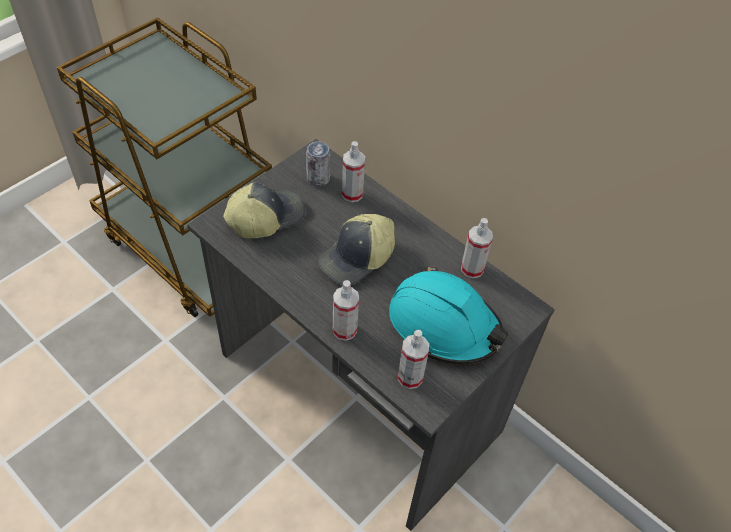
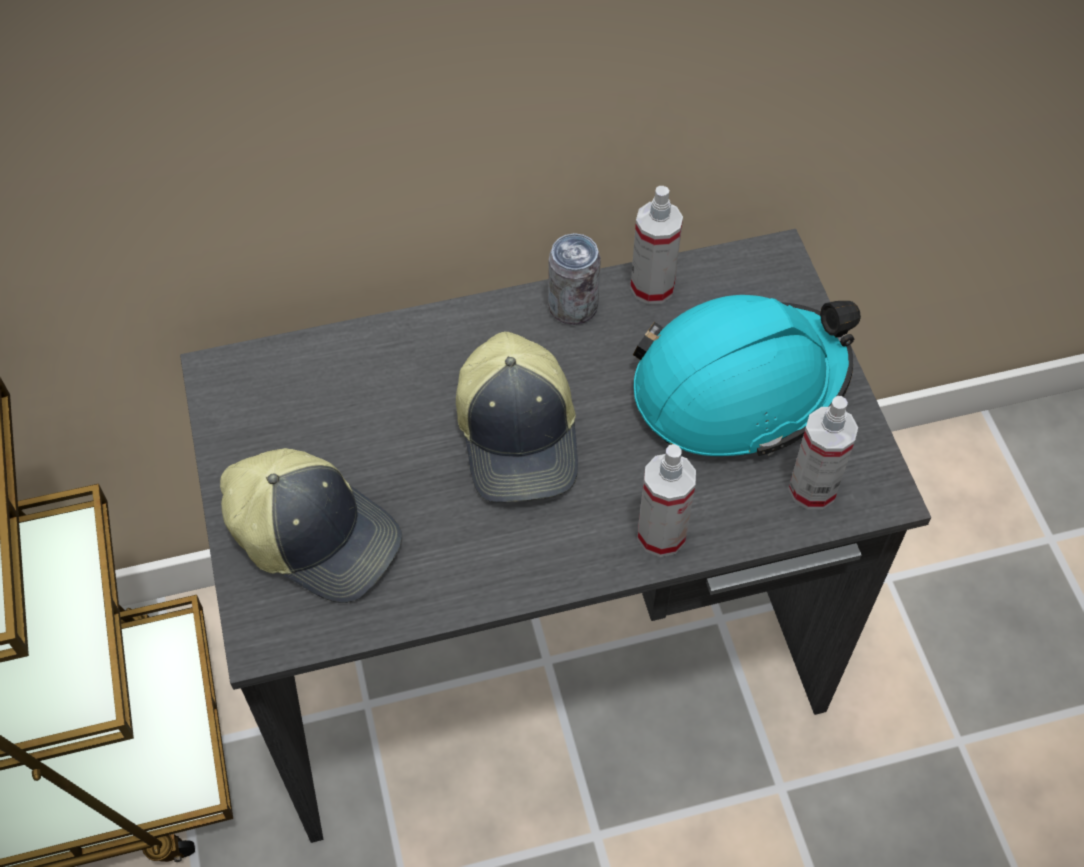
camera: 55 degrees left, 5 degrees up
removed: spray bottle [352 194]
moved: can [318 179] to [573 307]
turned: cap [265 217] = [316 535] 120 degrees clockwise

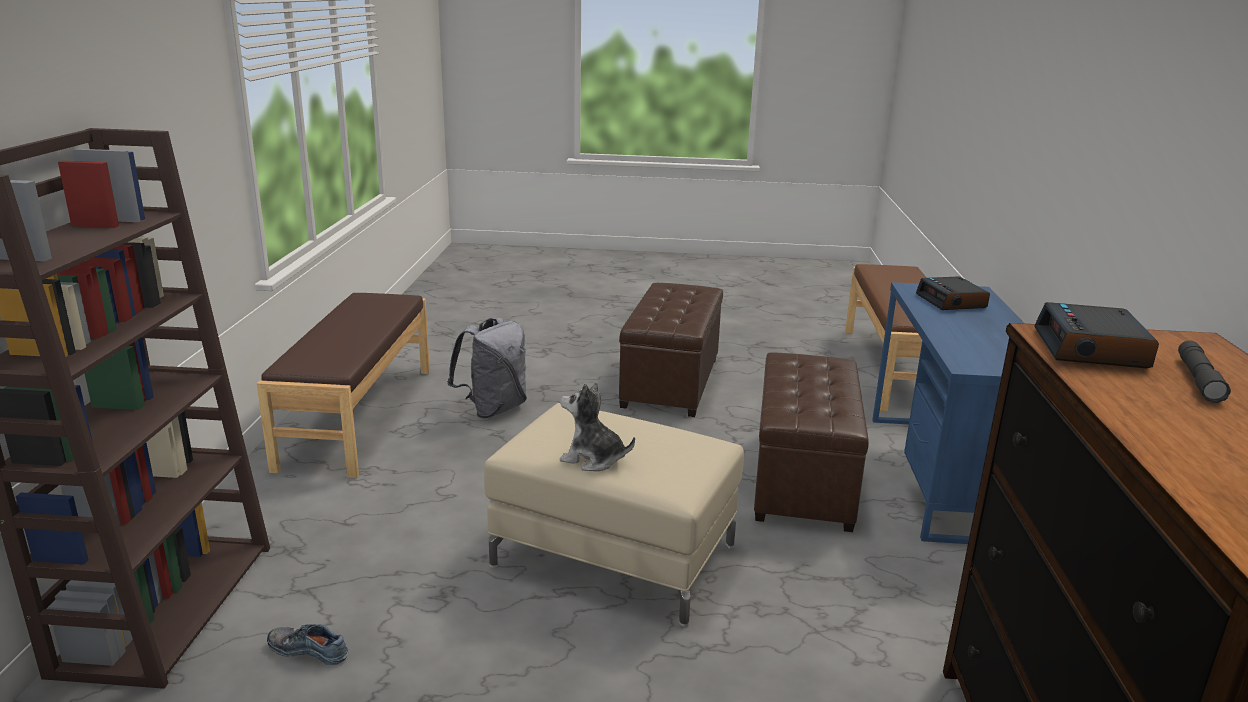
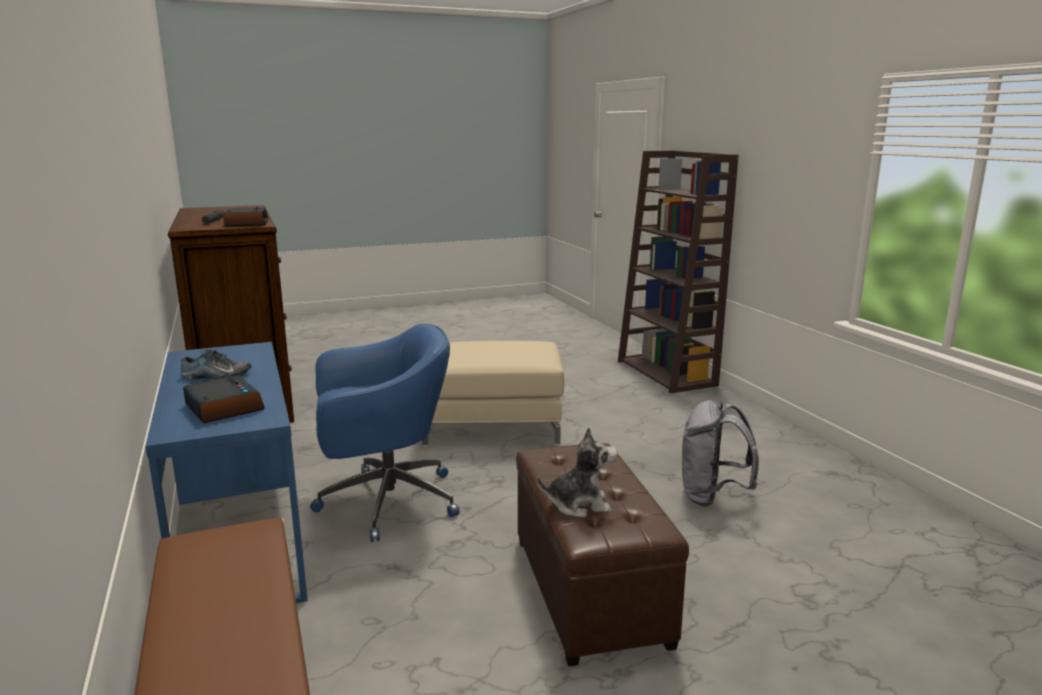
camera: 155 degrees right, 5 degrees down
removed: bench/brown [357 416]
moved: plush toy [593 459] to [579 504]; shoe [310 649] to [216 376]
replaced: ottoman/brown [801 479] to office chair/blue [385 502]

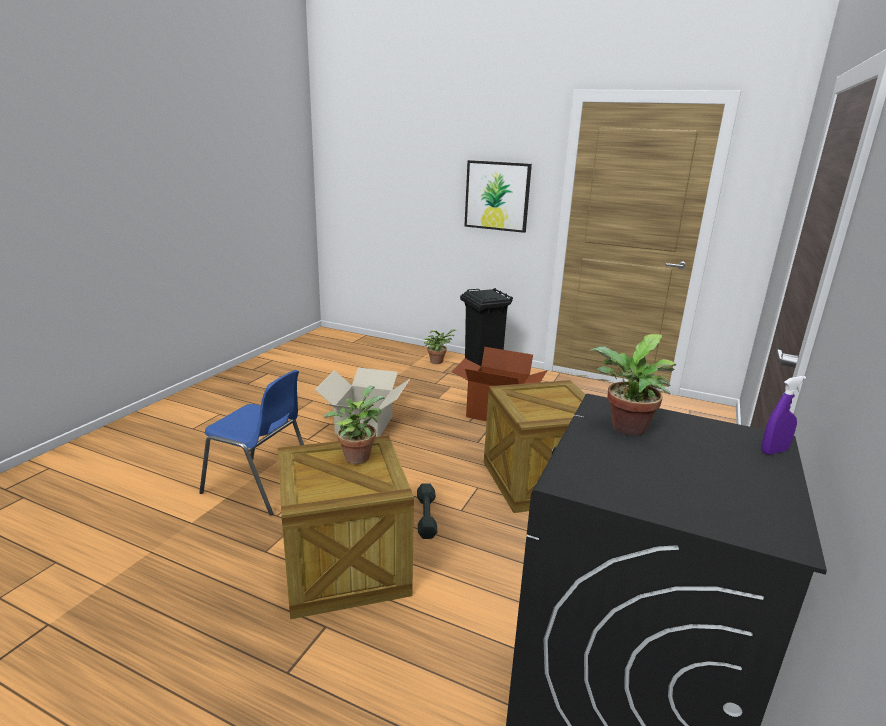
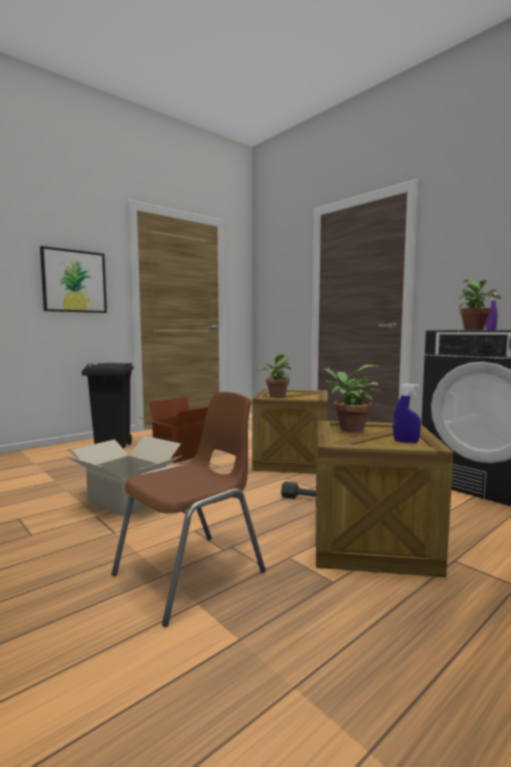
camera: 65 degrees left, 15 degrees down
added: spray bottle/blue [405 442]
moved: potted plant [437 361] to [276 396]
recoloured: chair/blue [260 486] to chair/brown [192 573]

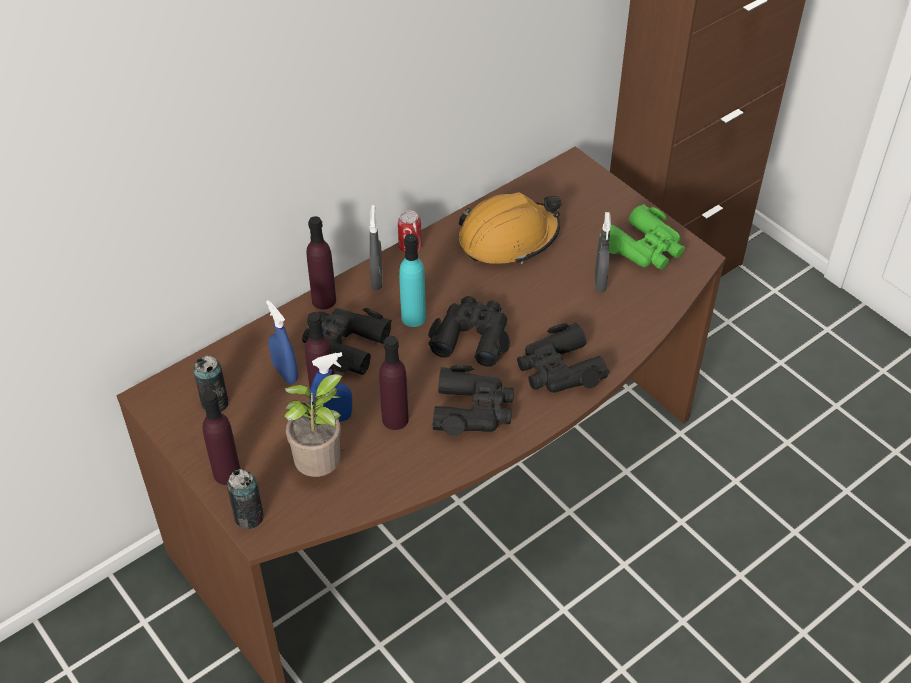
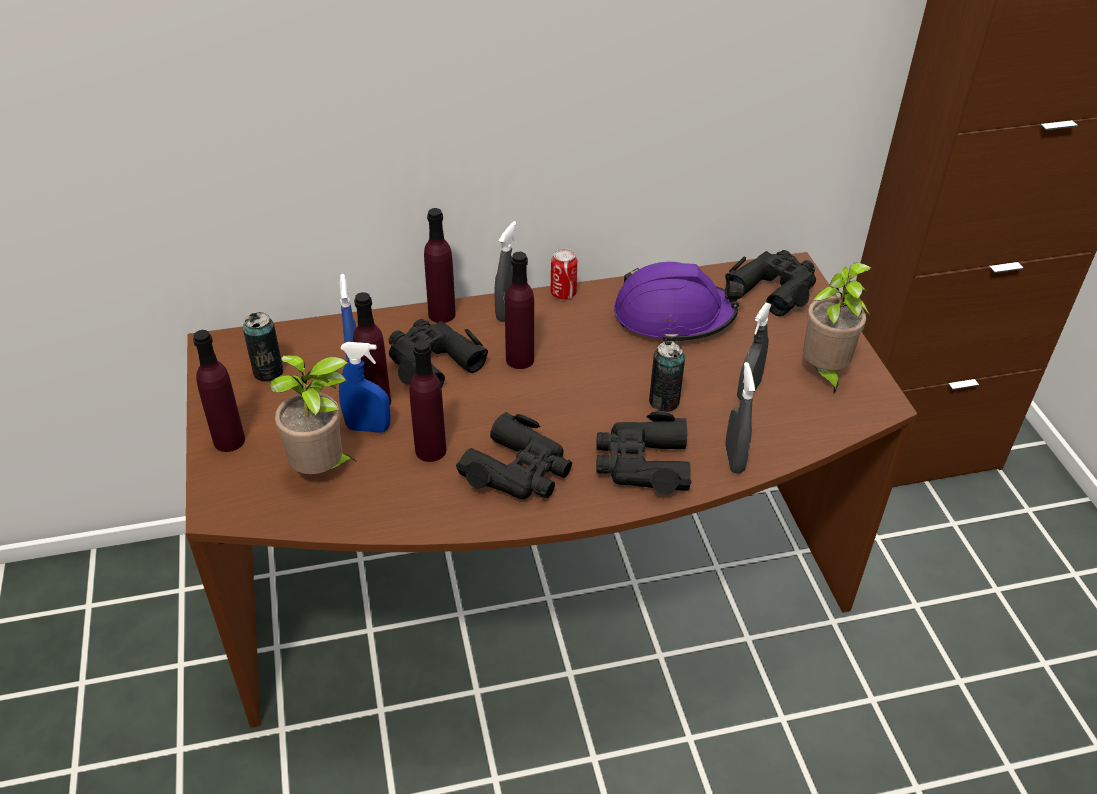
camera: 25 degrees right, 5 degrees down
added: spray bottle/grey [734 459]
moved: binoculars/black [472 336] to [774 288]; can [249 517] to [664 402]
replaced: binoculars/green [645 248] to potted plant [823 373]
recoloured: hard hat/orange [508 238] to hard hat/purple [673 316]; bottle/turquoise [413 318] to bottle/purple [520 359]

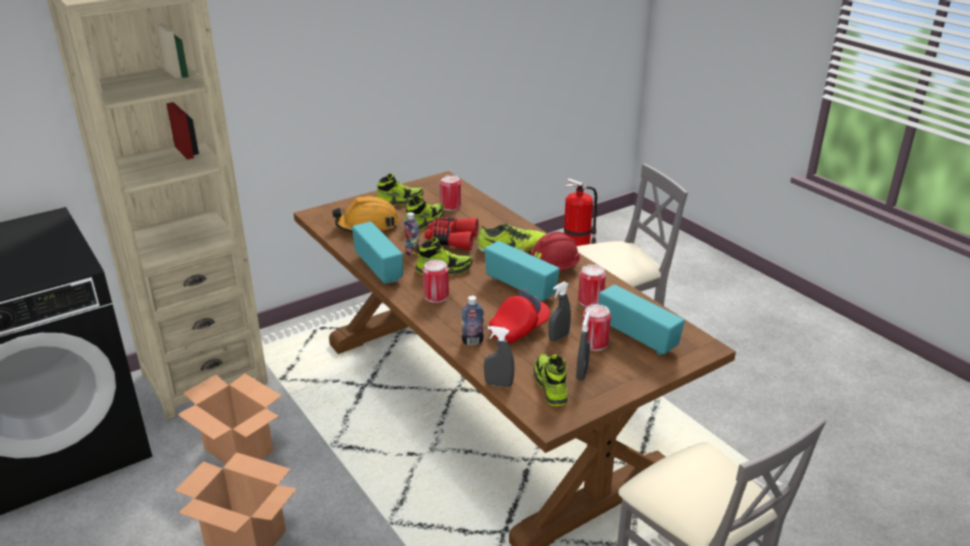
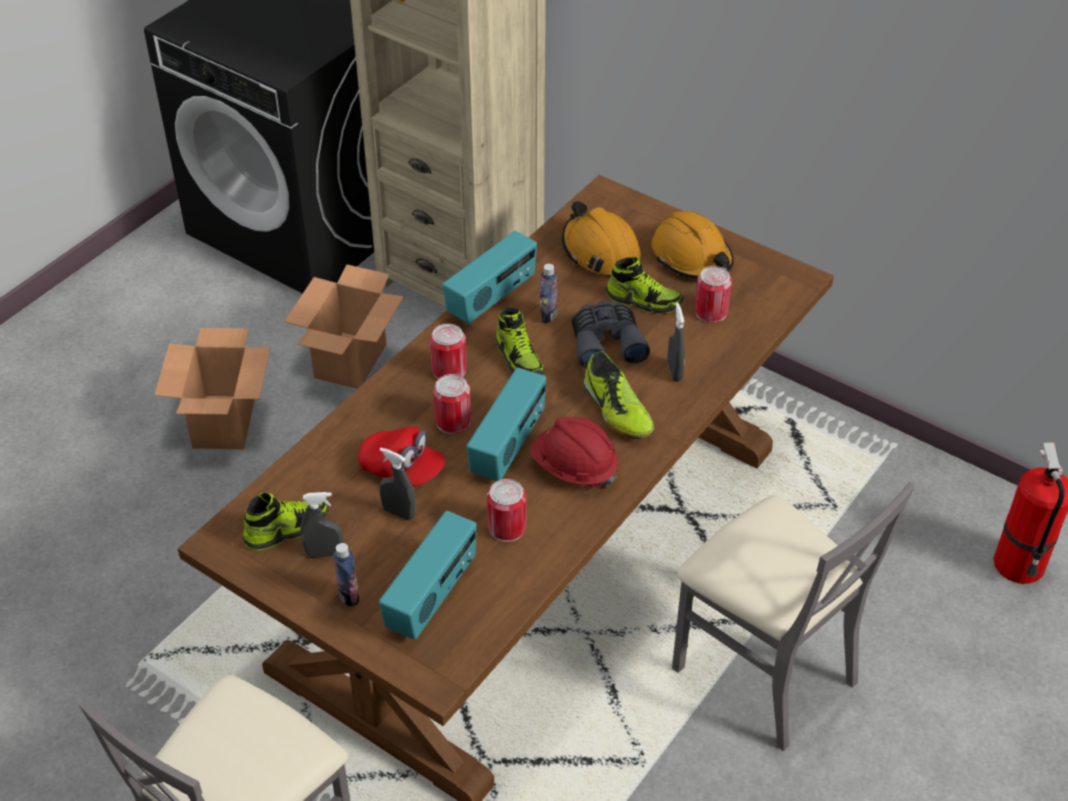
camera: 70 degrees right, 15 degrees up
moved: bottle [472 341] to [348 596]; can [594 343] to [453 421]; spray bottle/grey [498 384] to [674 372]
replaced: shoe [399 201] to hard hat/orange [692 257]
recoloured: binoculars/red [451 240] to binoculars/grey [606 342]

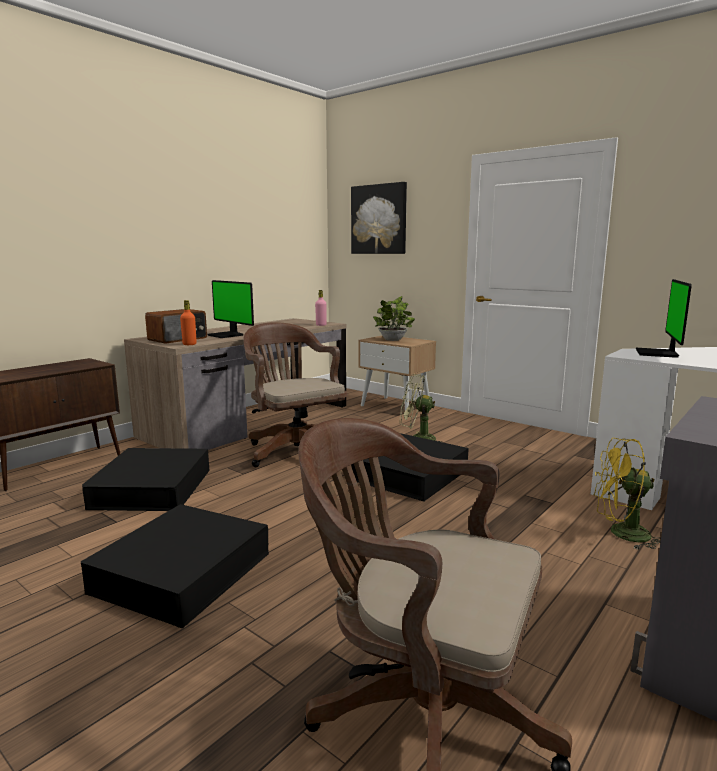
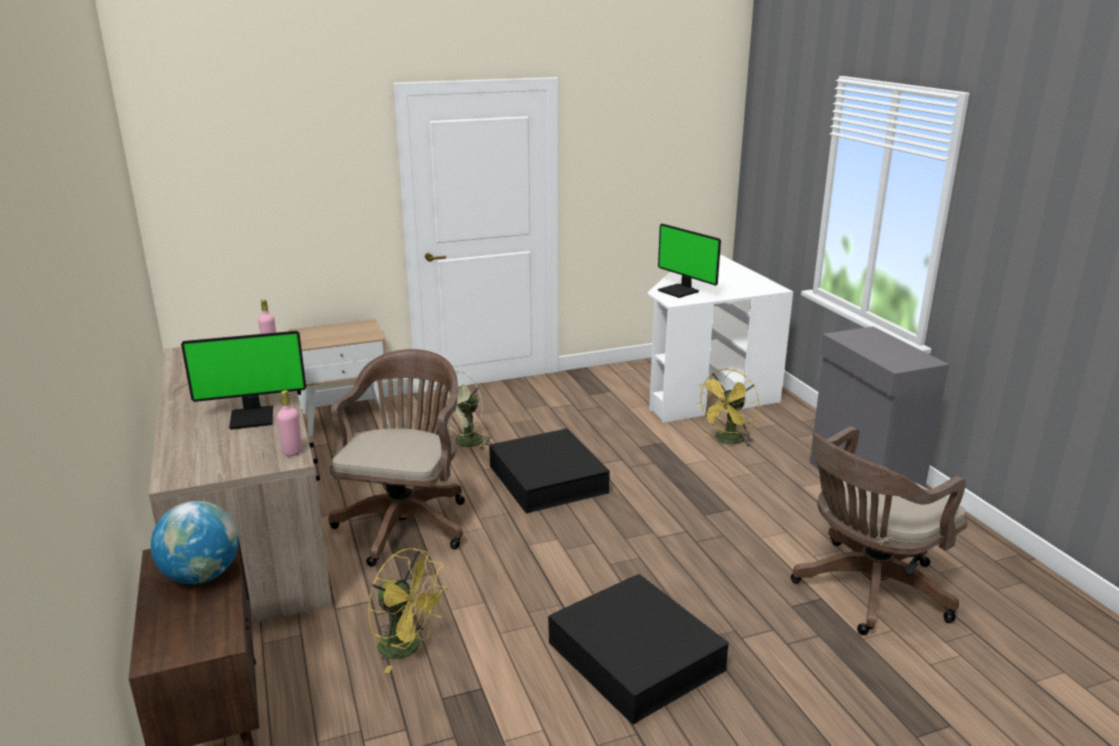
camera: 60 degrees left, 10 degrees up
removed: picture [379 219]; potted plant [393 340]; radio [178 339]
added: globe [202 575]
replaced: storage box/black [152 488] to fan/yellow [408 648]
recoloured: bottle/orange [189 344] to bottle/pink [292 452]
turned: office chair/brown [295 450] = [406 522] 105 degrees clockwise

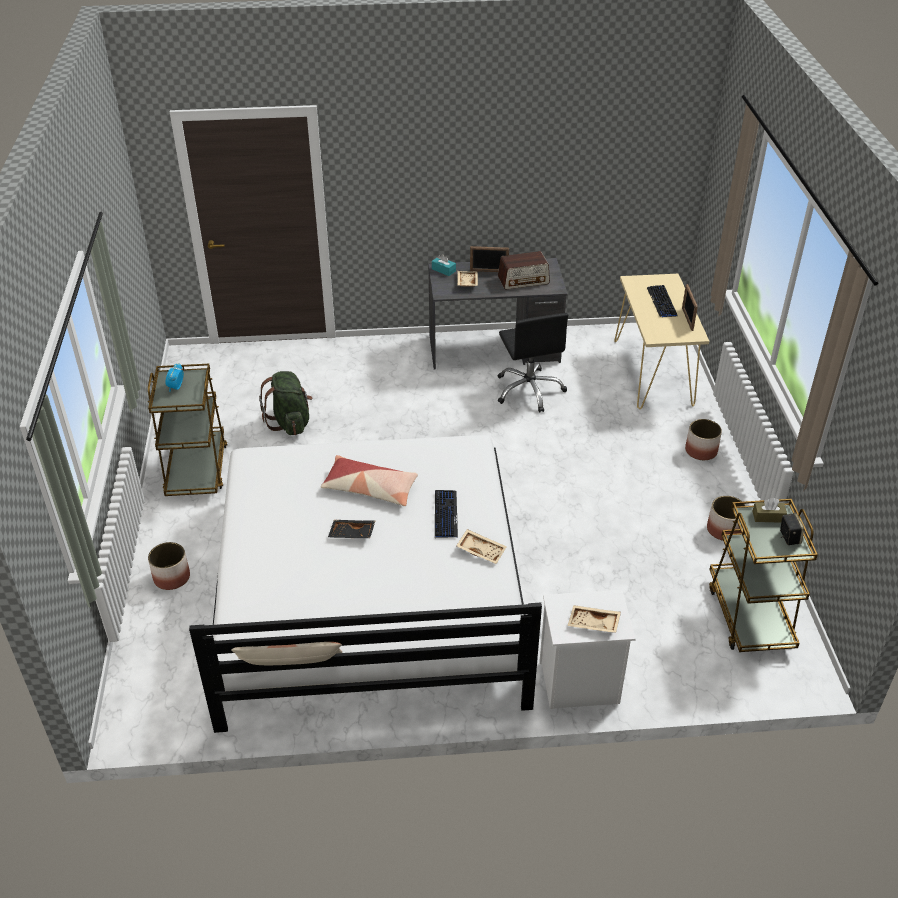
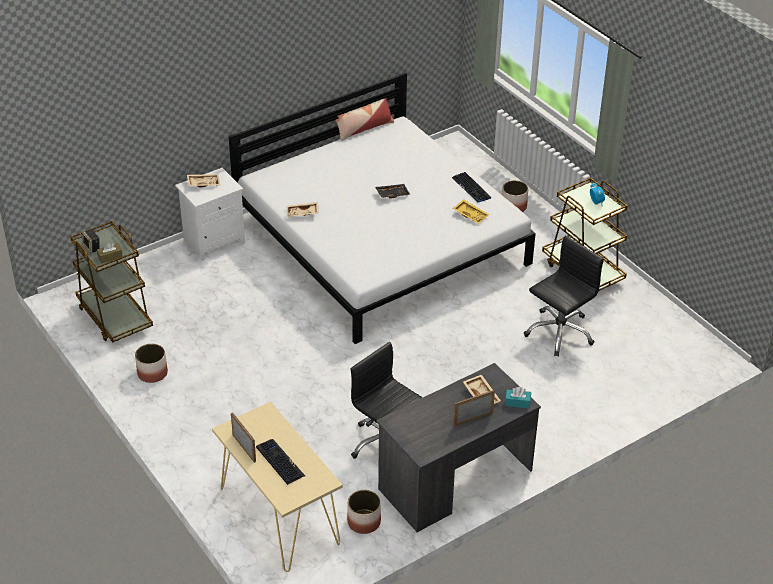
camera: 150 degrees right, 0 degrees up
removed: radio [523 280]; pillow [370 488]
added: tray/yellow [471 215]
moved: planter [701 451] to [363 521]; keyboard [445 514] to [471 188]
replaced: backpack/green [290 422] to office chair/black [559 332]

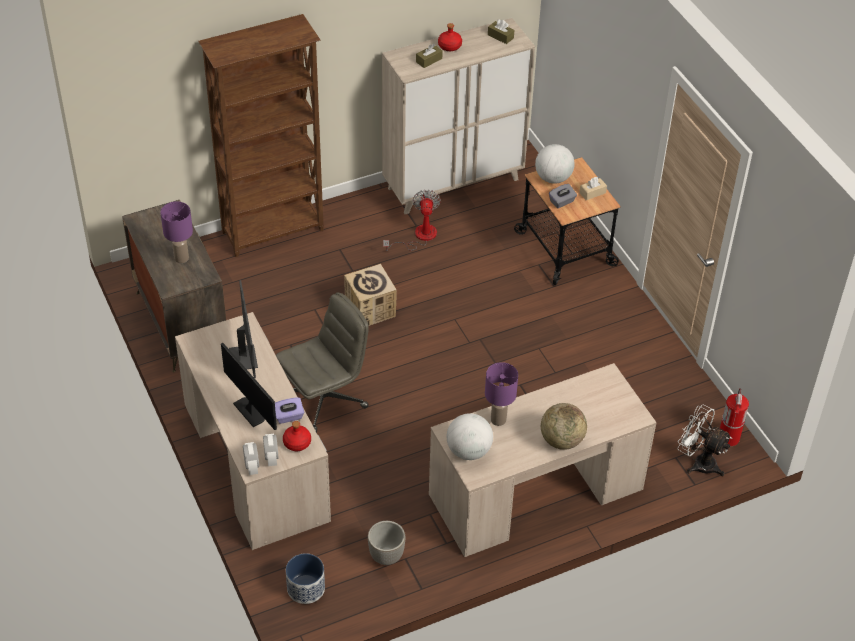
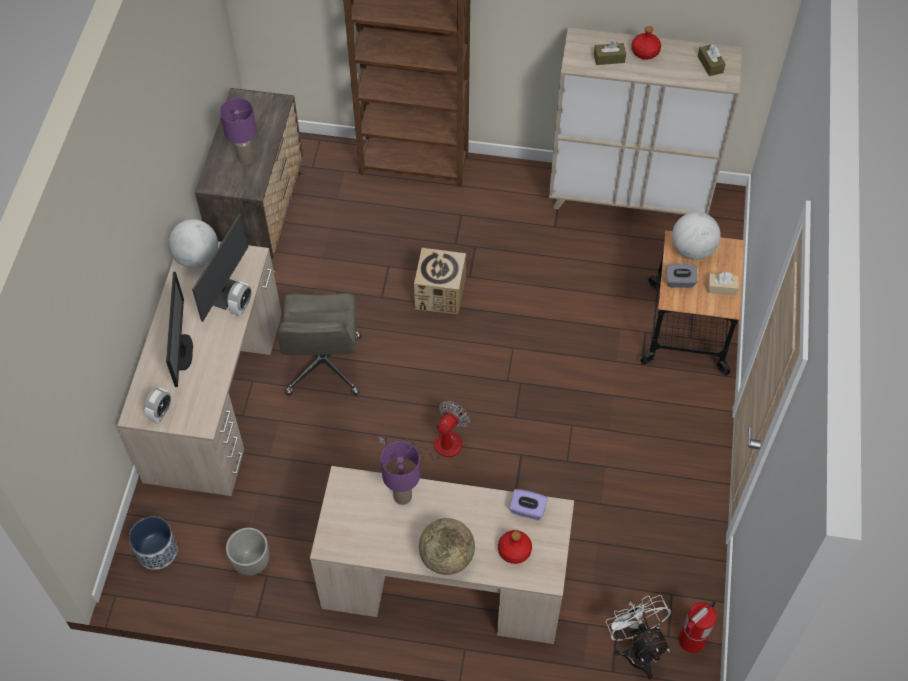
camera: 35 degrees right, 10 degrees up
moved: fan [419 236] to [437 445]; tissue box/purple [289 416] to [527 510]; globe [468 451] to [197 258]; bottle/red [297 443] to [514 550]; alarm clock [252 466] to [241 306]
turned: office chair/grey [324 399] = [324 366] 90 degrees clockwise

